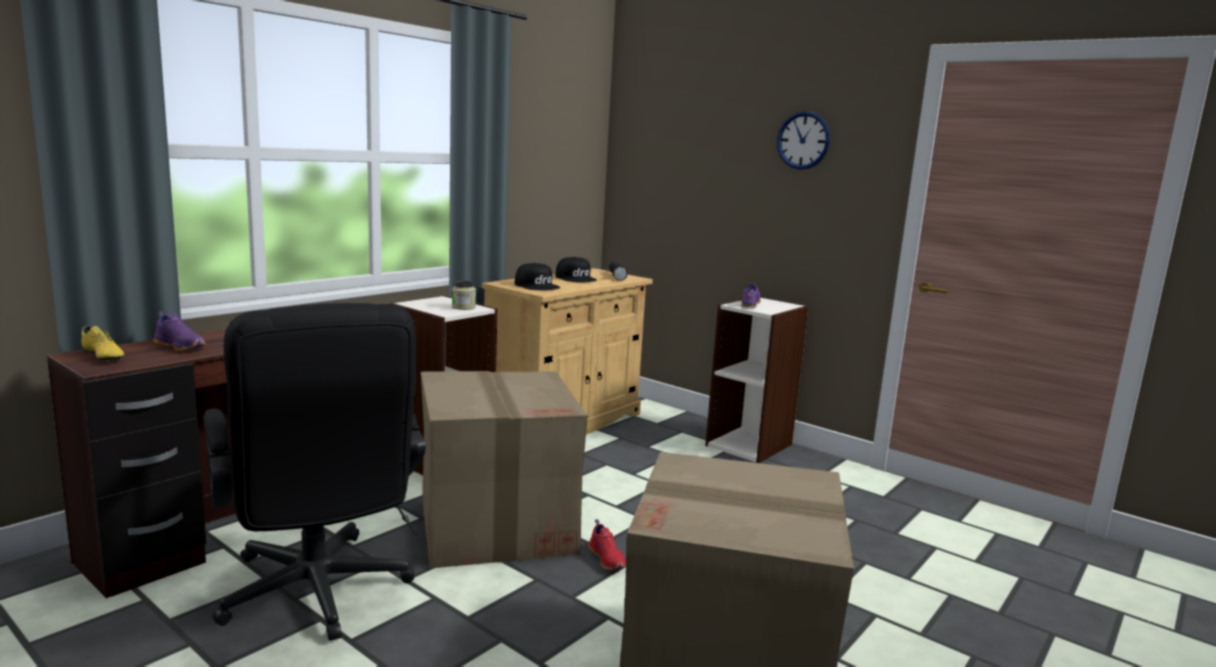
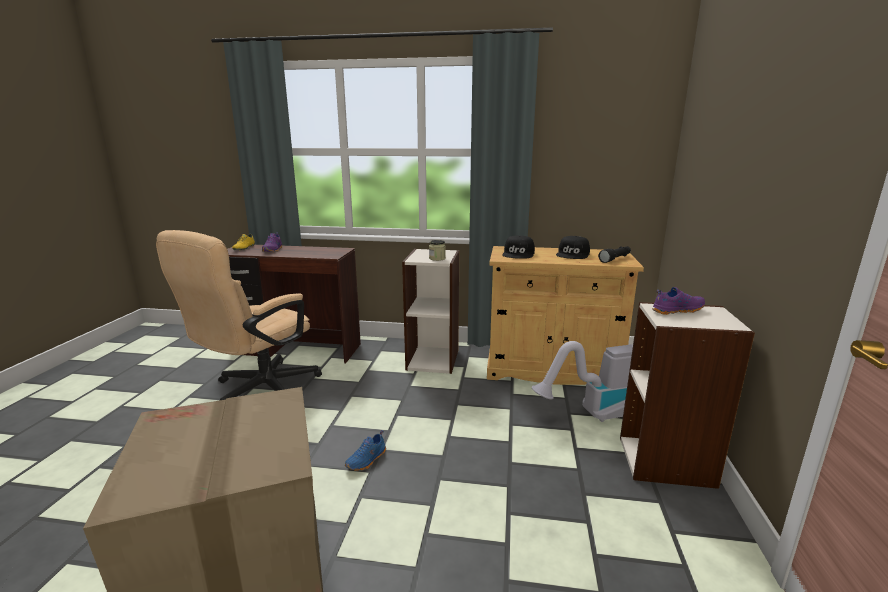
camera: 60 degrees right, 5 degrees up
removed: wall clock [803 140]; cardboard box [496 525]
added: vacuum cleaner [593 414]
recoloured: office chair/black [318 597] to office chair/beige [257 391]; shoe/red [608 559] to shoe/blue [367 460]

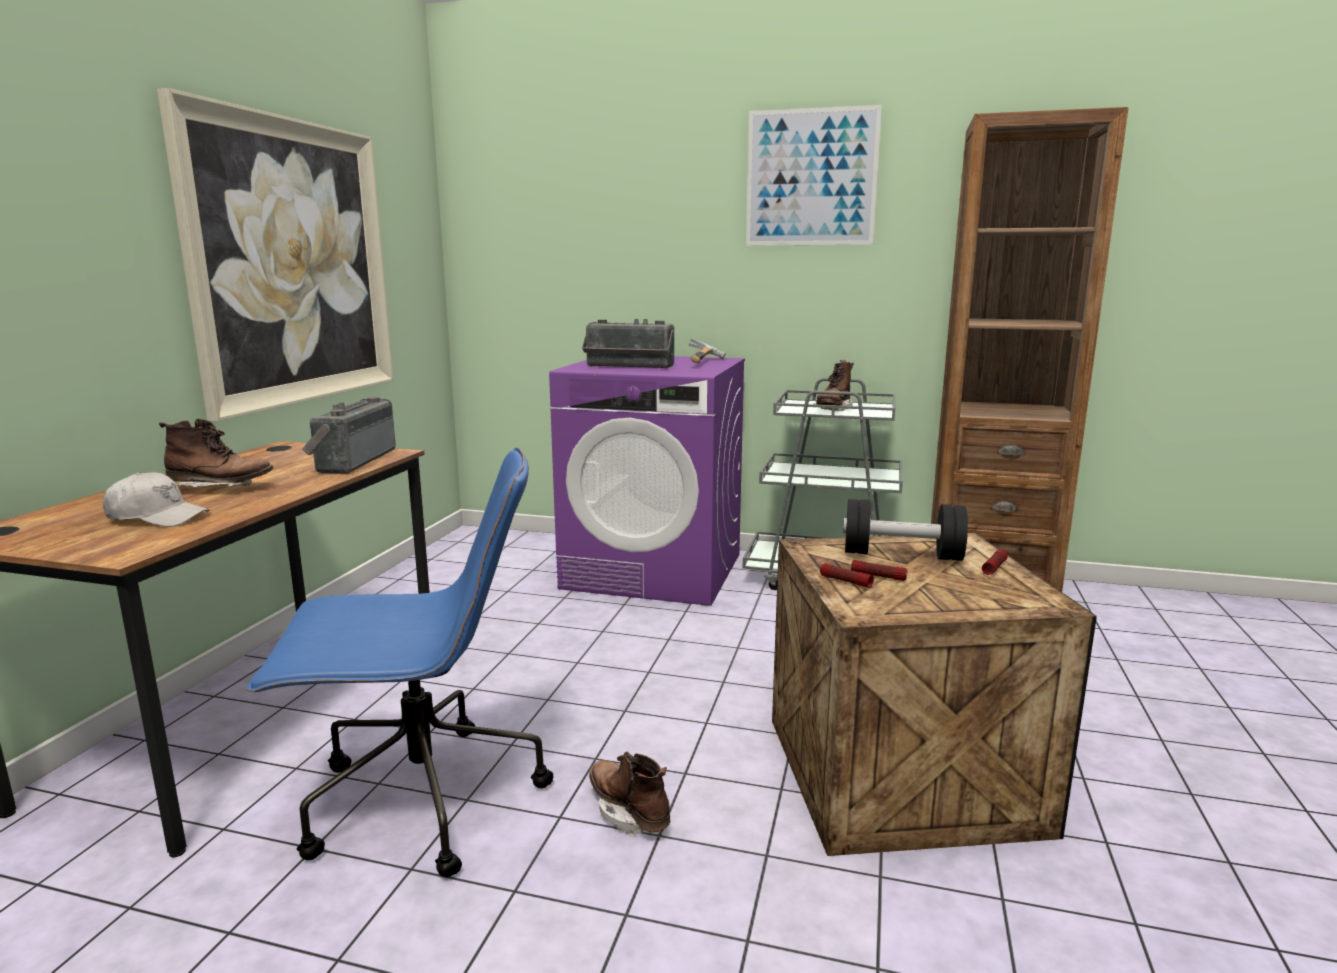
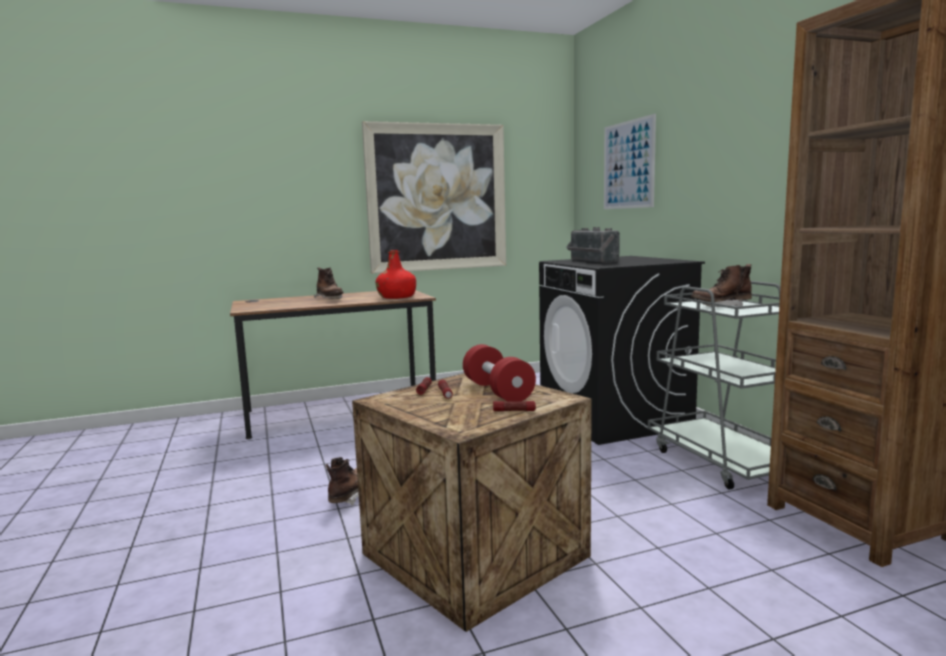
camera: 55 degrees right, 5 degrees down
removed: hammer [706 362]; office chair/blue [420 800]; cap/white [157 517]
moved: picture [811 178] to [628 165]
replaced: radio [352 461] to bottle/red [397 297]
recoloured: washing machine/purple [655 571] to washing machine/black [614 418]; dumbbell/black [901 555] to dumbbell/red [497 391]

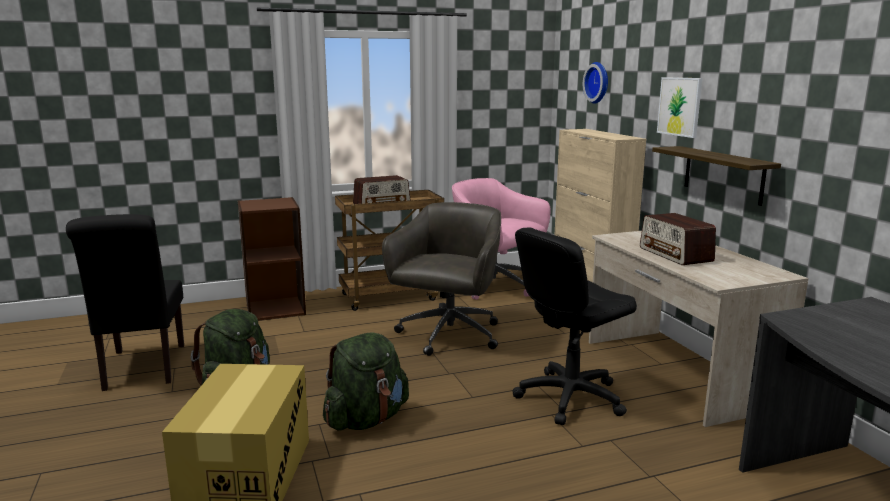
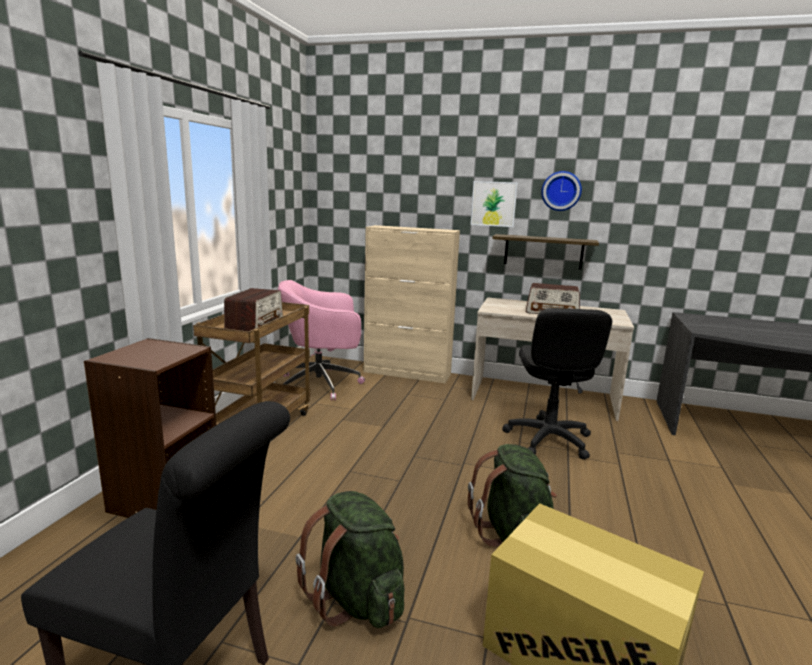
camera: 55 degrees left, 0 degrees up
removed: office chair/grey [448 336]
moved: wall clock [598 82] to [561 191]

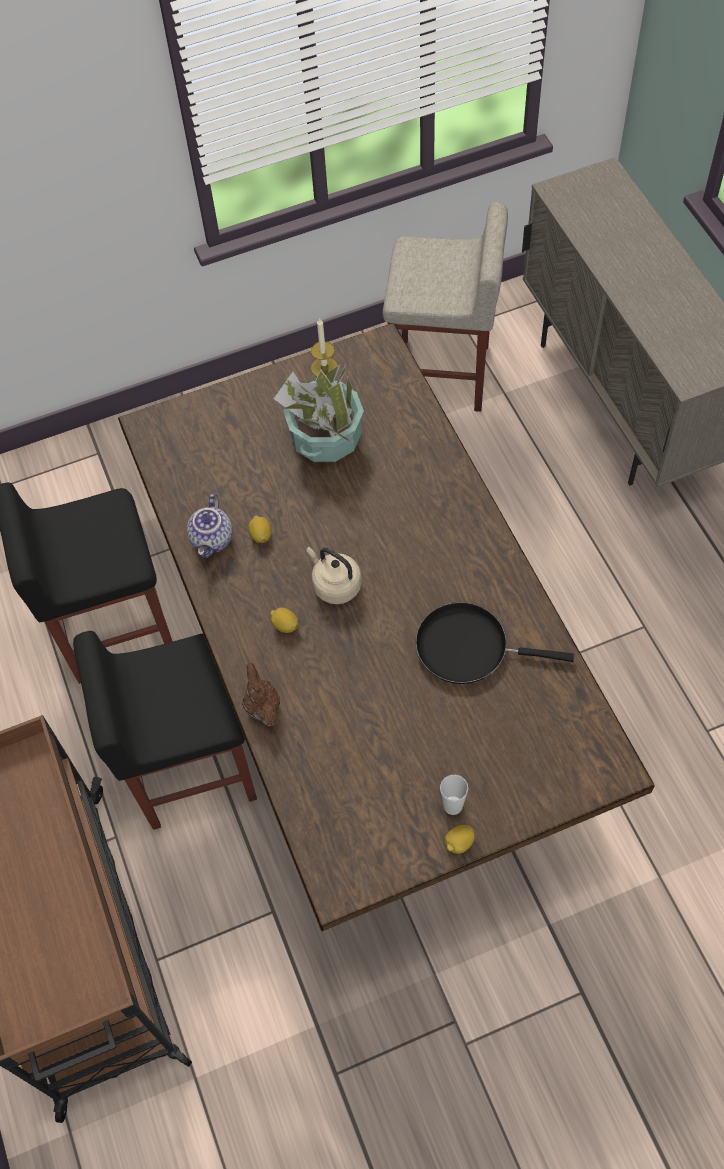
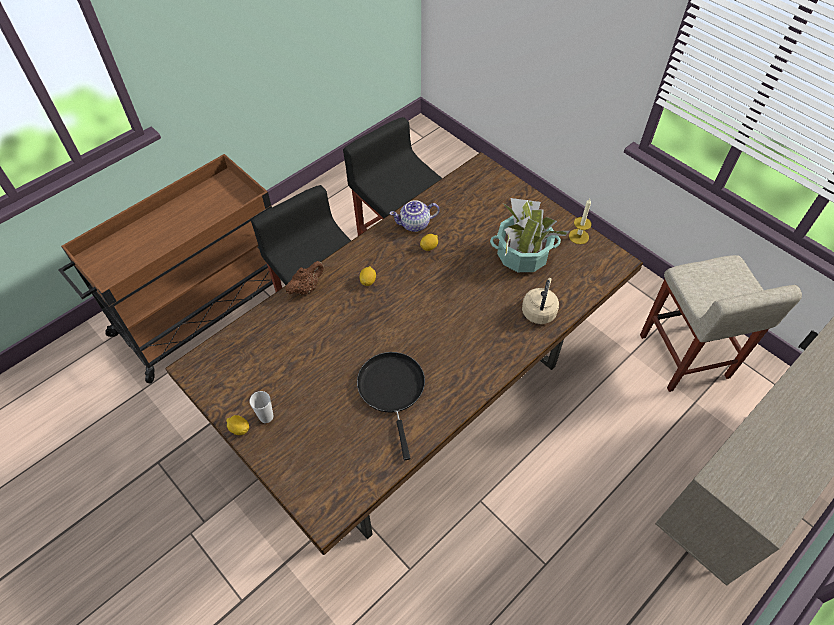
camera: 65 degrees right, 5 degrees down
moved: kettle/beige [335 585] to [539 311]

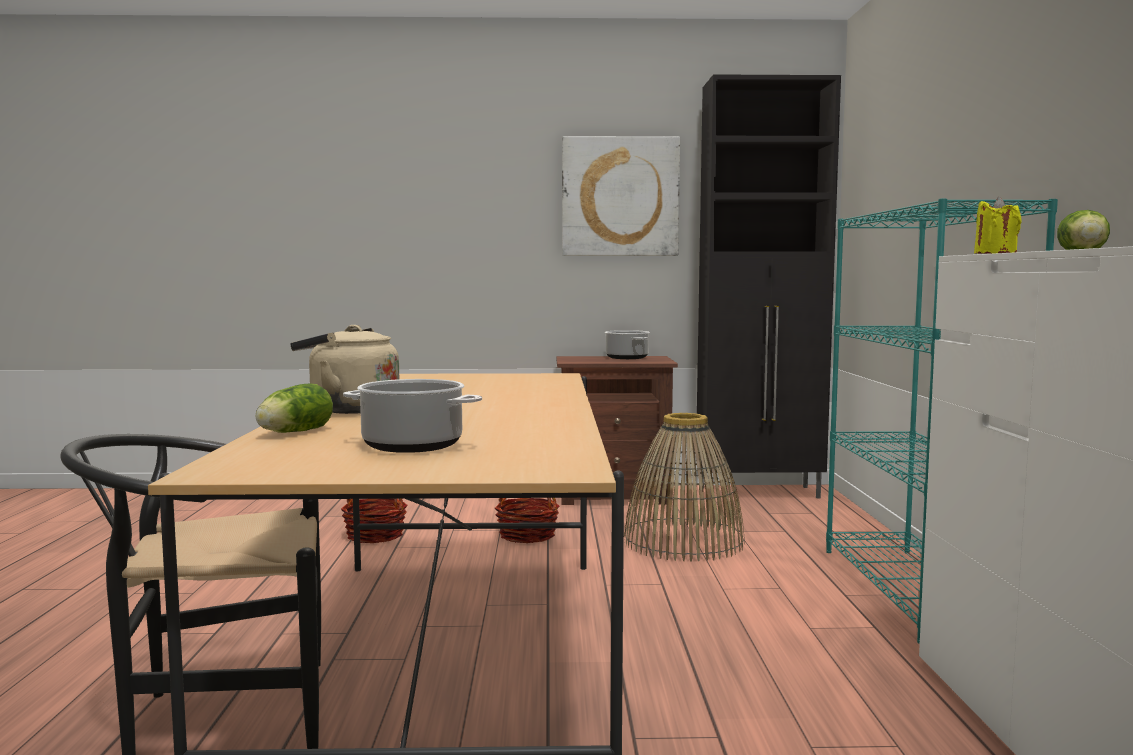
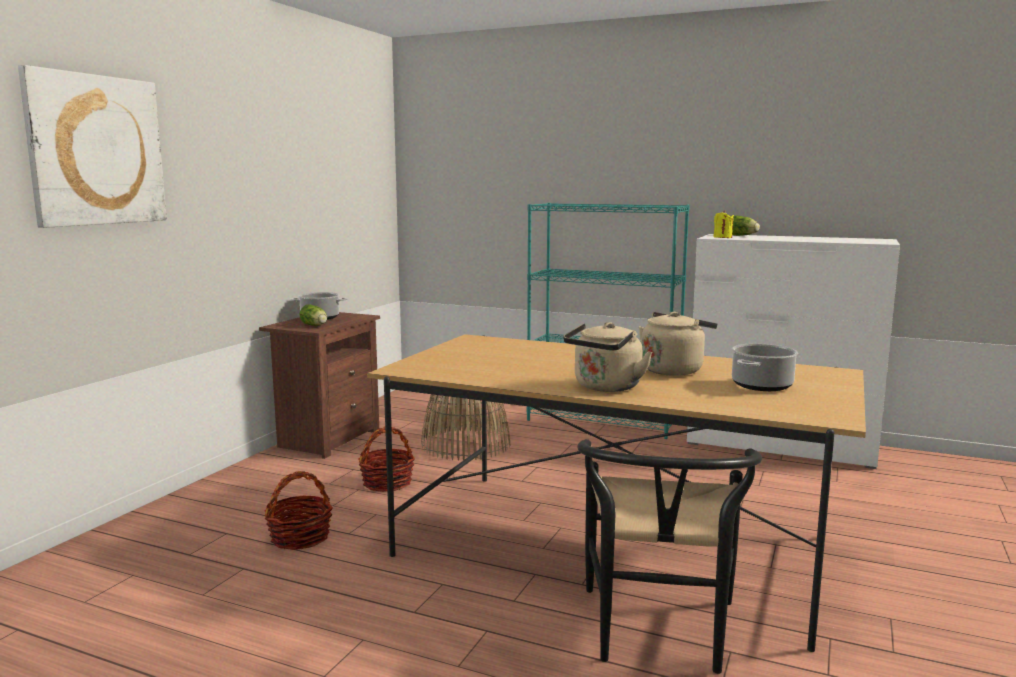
camera: 65 degrees left, 5 degrees up
removed: cabinet/black [760 493]
added: kettle/beige [673 370]
moved: picture [620 197] to [96 150]; lettuce [292 433] to [315 326]

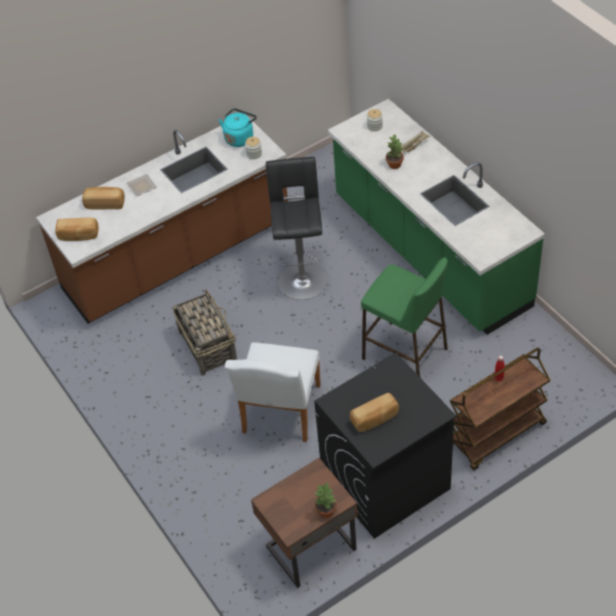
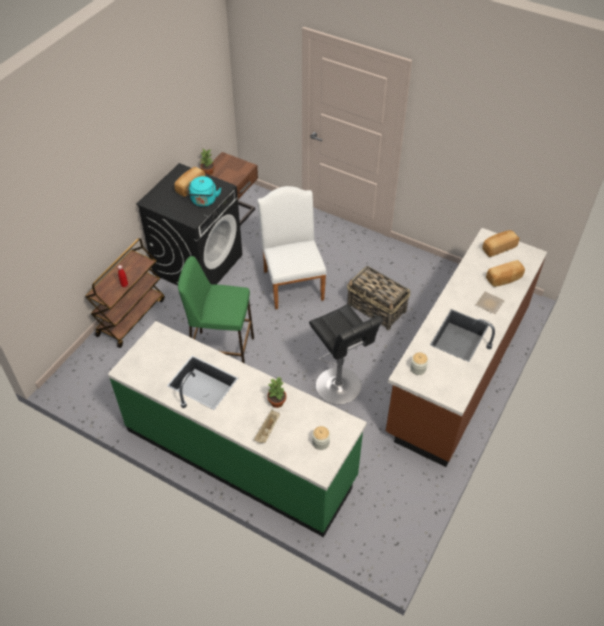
camera: 150 degrees right, 0 degrees up
moved: kettle/turquoise [240 137] to [204 201]

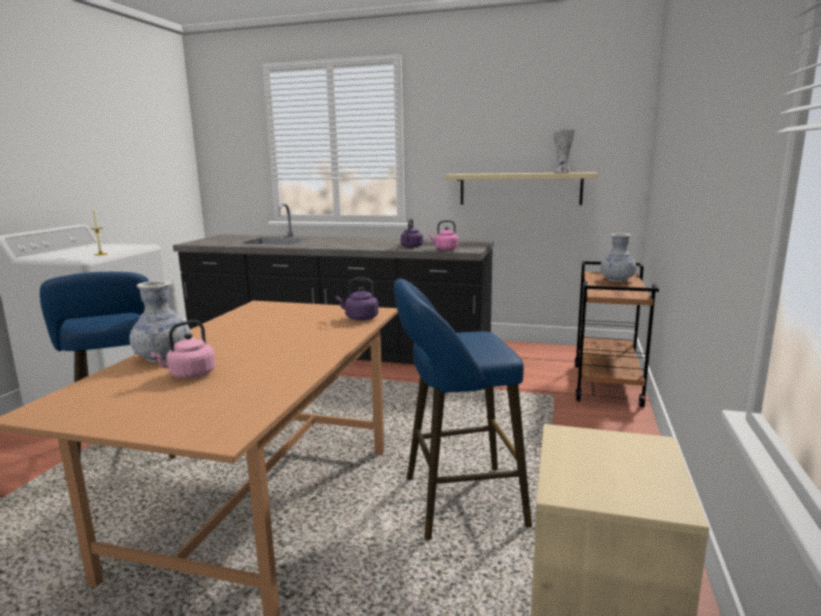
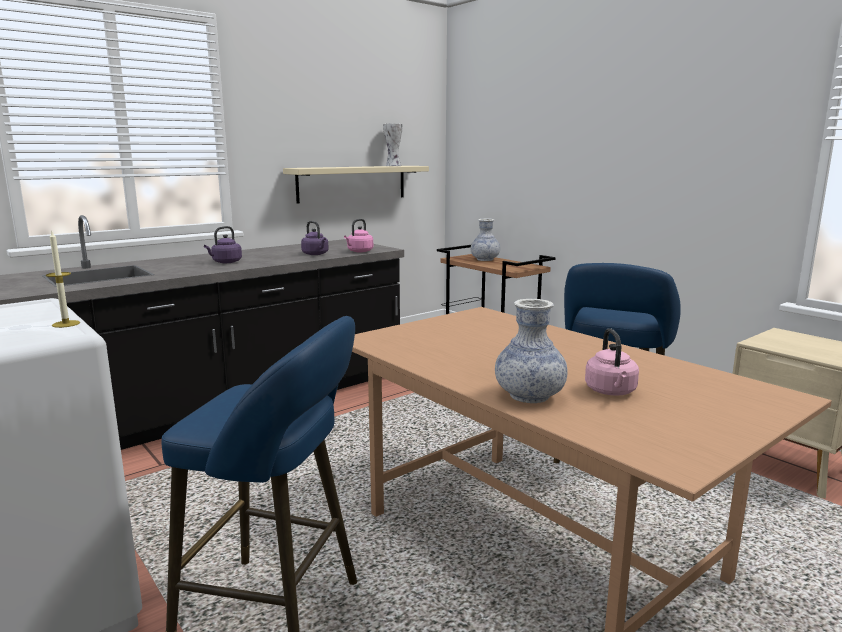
camera: 55 degrees left, 0 degrees up
moved: kettle/purple [359 318] to [225 262]

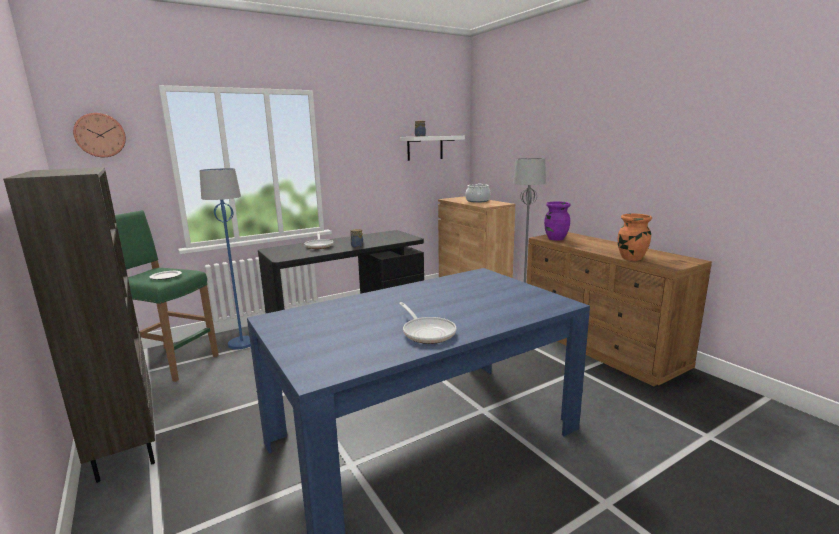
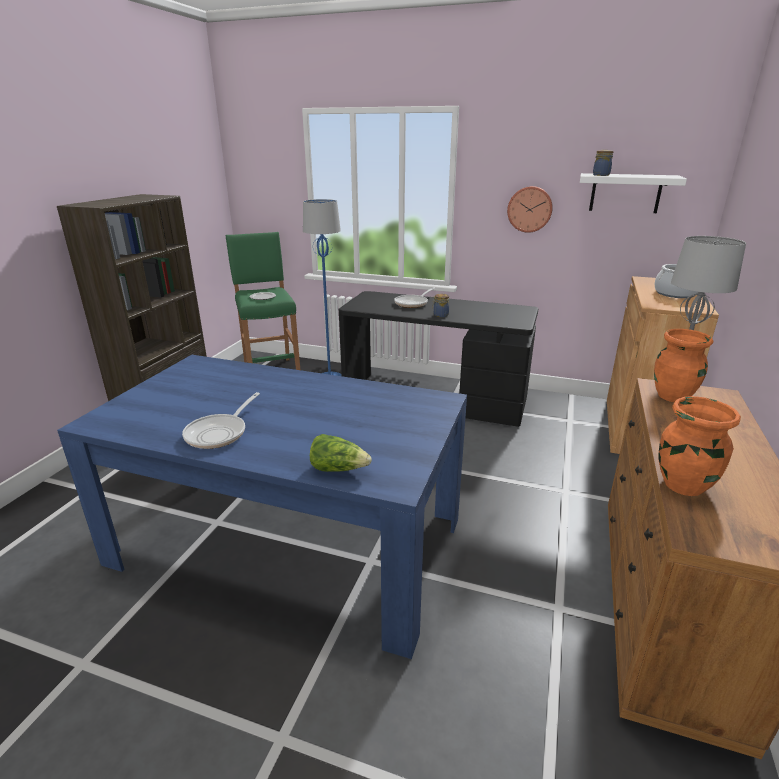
camera: 50 degrees right, 10 degrees up
added: lettuce [338 469]
moved: wall clock [100 135] to [530 209]
recoloured: vase/purple [556 238] to vase/orange [673 396]

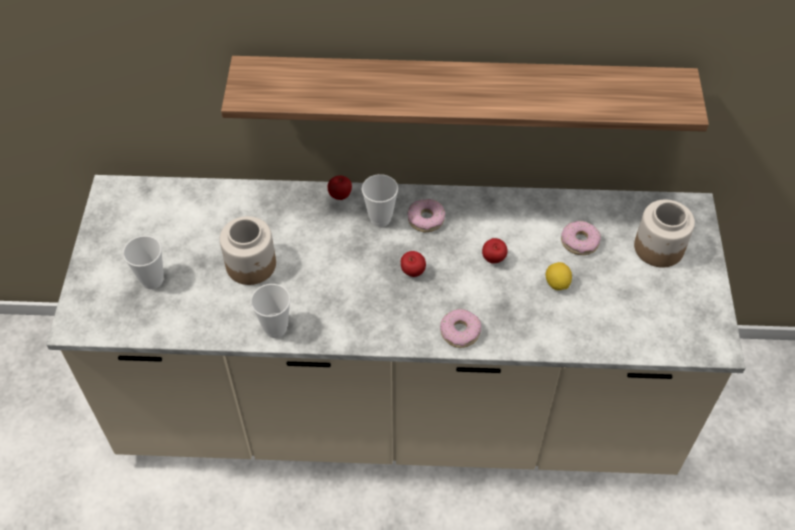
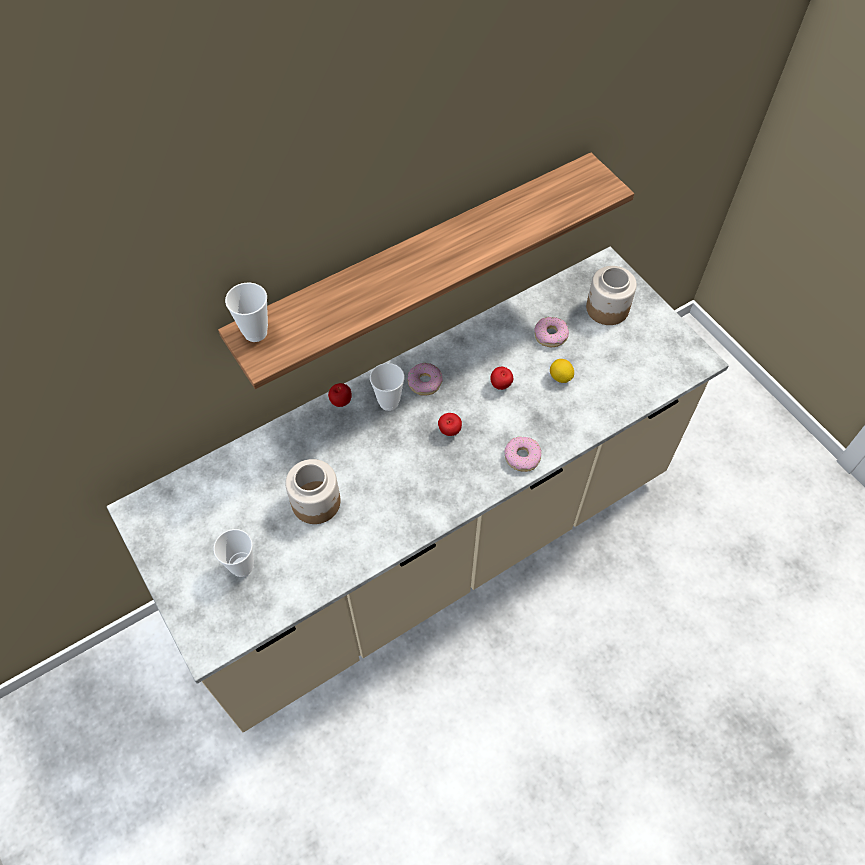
camera: 35 degrees left, 5 degrees up
moved: cup [275 328] to [255 332]

